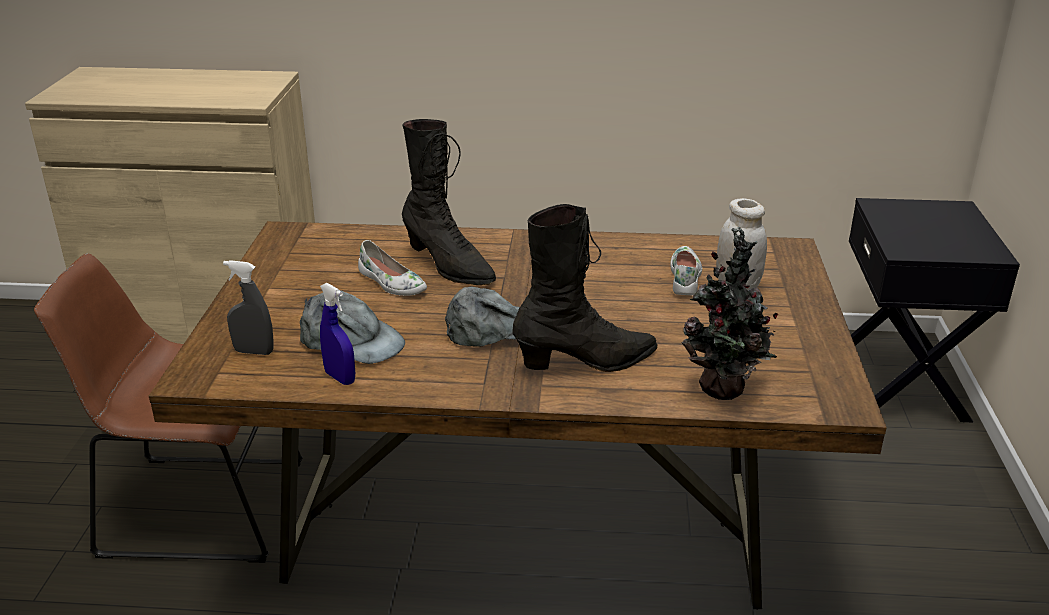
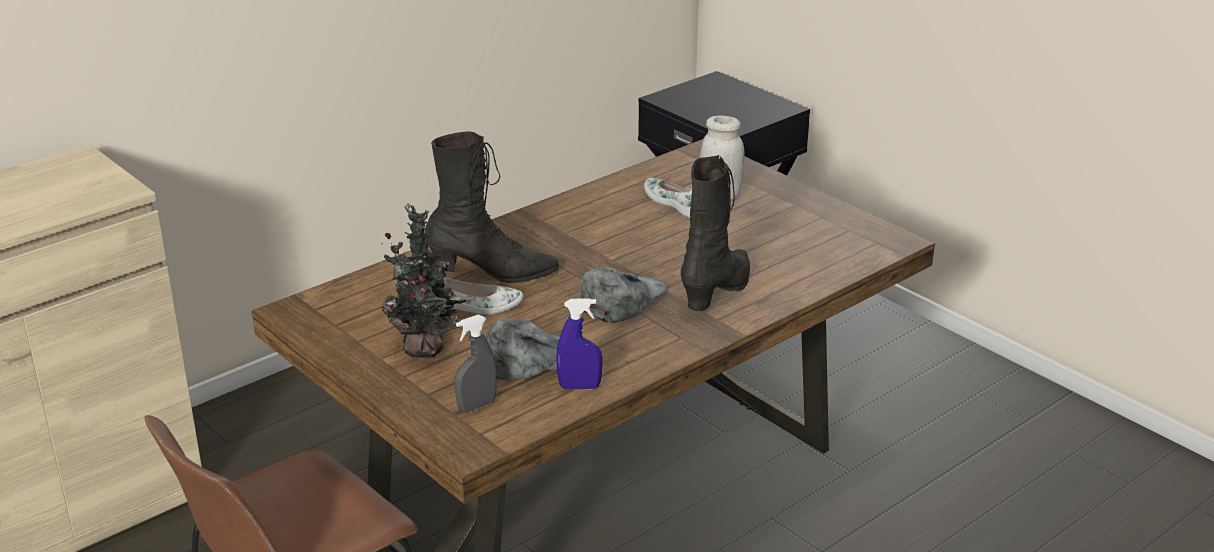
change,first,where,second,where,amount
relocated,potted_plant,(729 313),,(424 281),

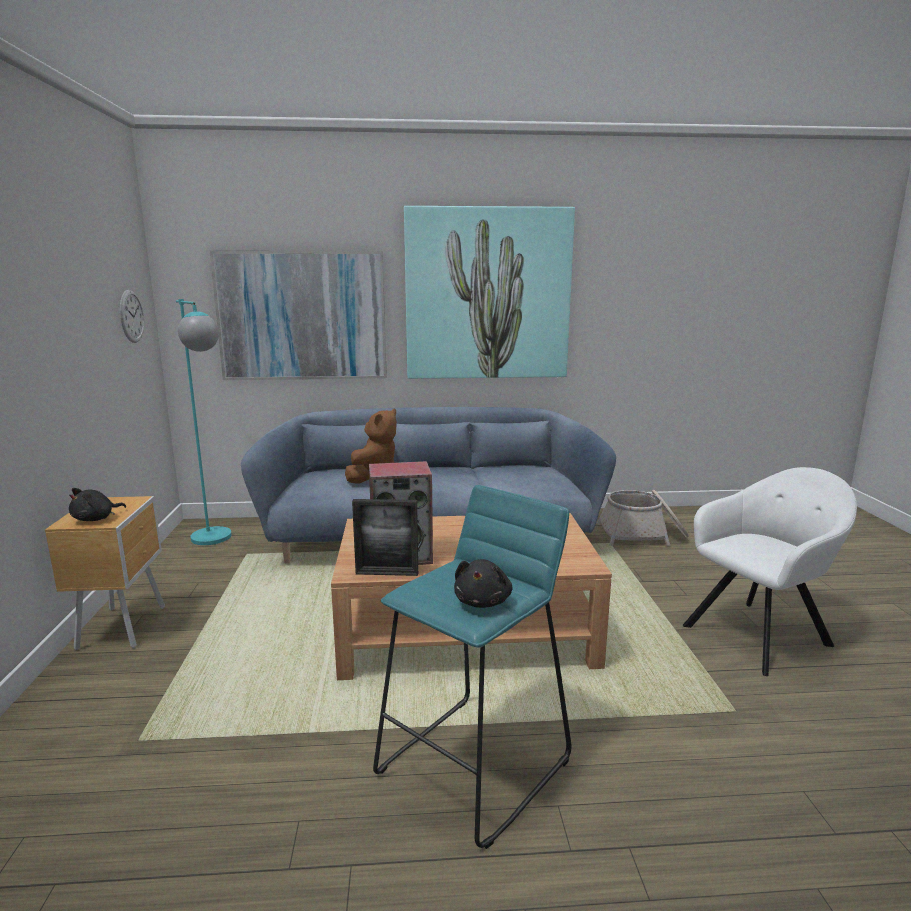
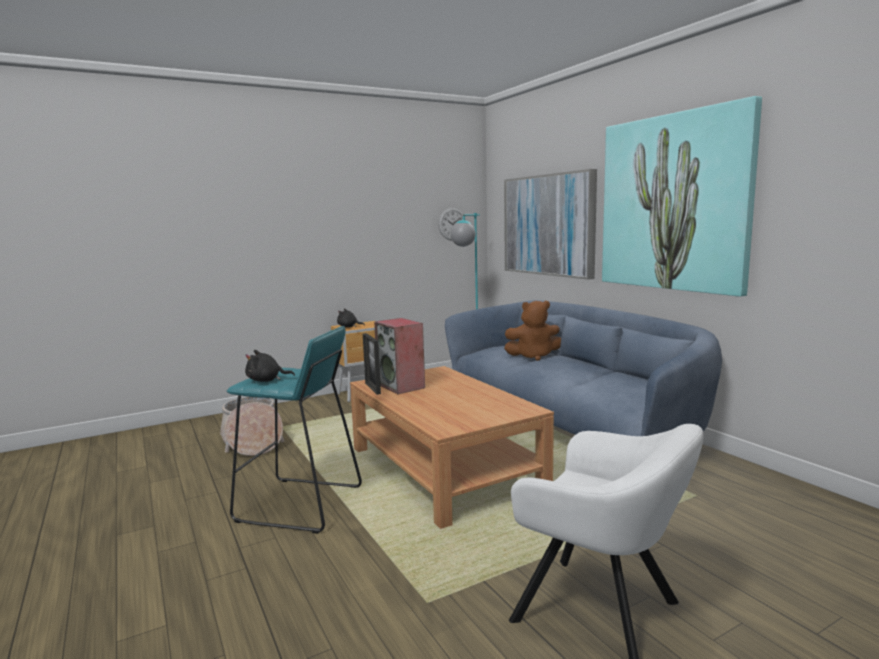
change,first,where,second,where,amount
relocated,household_basket,(643 518),,(252 426),

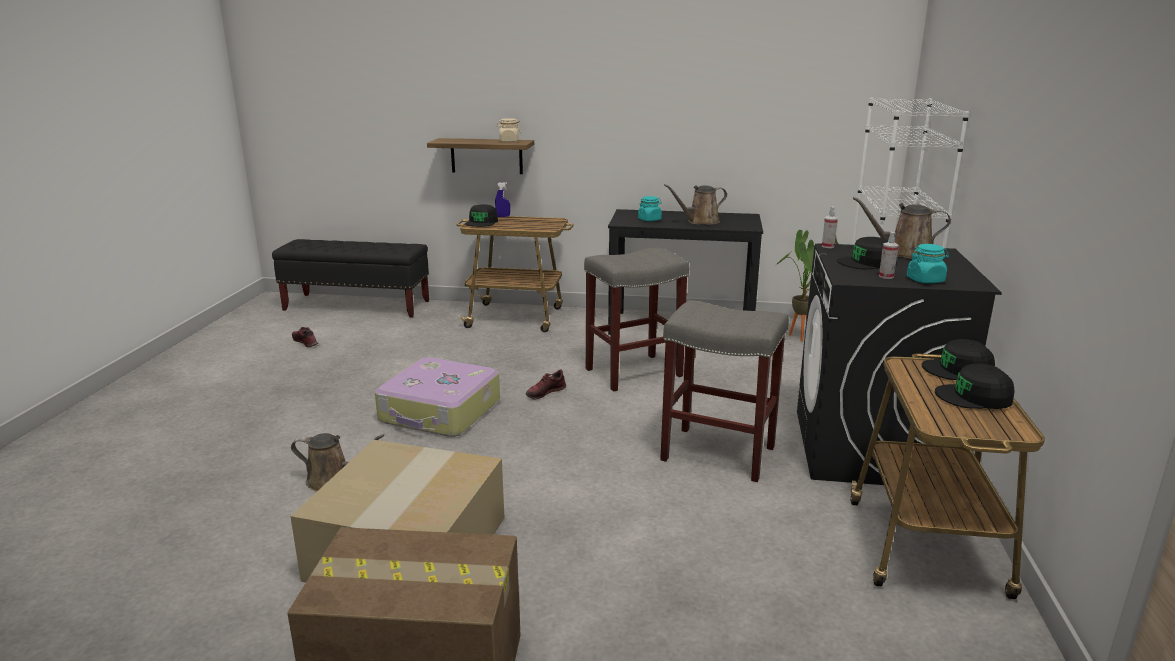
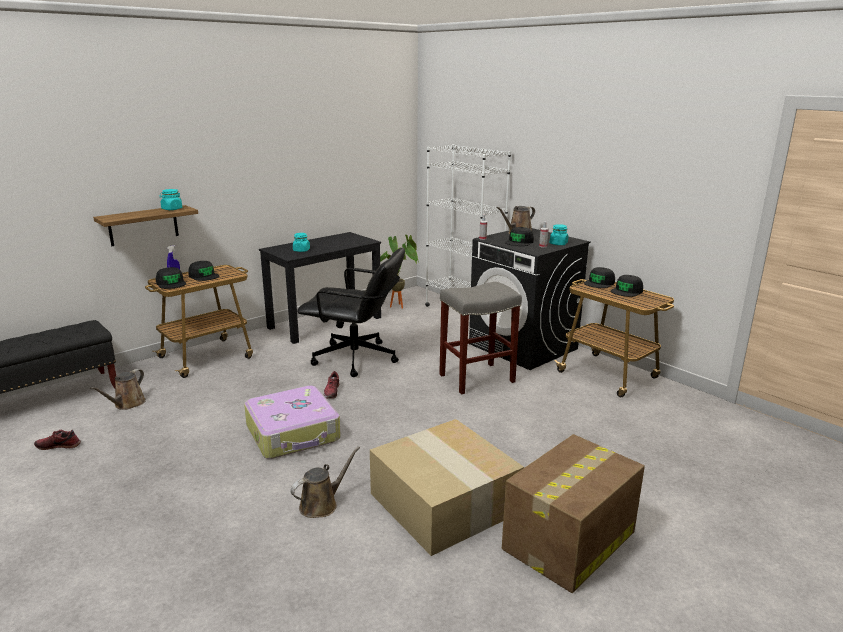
change,first,where,second,where,amount
colour,beige-coloured_storage_jar,(508 130),turquoise_storage_jar,(170 199),
exchanged,gray_sitting_stool,(636 319),blackish_office_chair,(351 312),
relocated,brown-coloured_sprinkling_can,(695 204),,(118 389),
appeared,,,blackish_baseball_cap,(203 271),

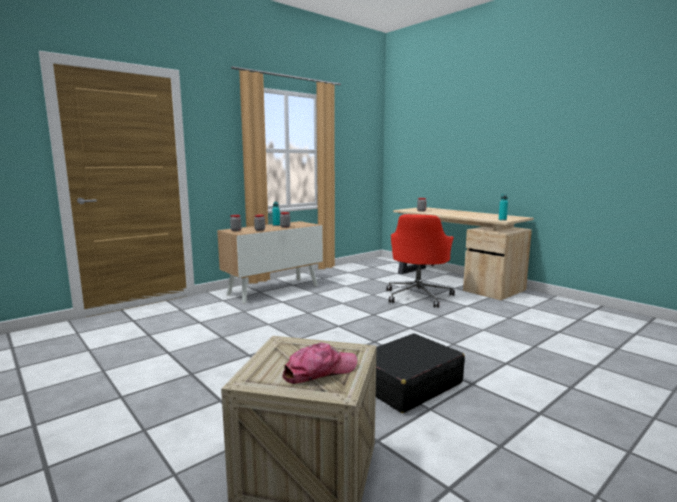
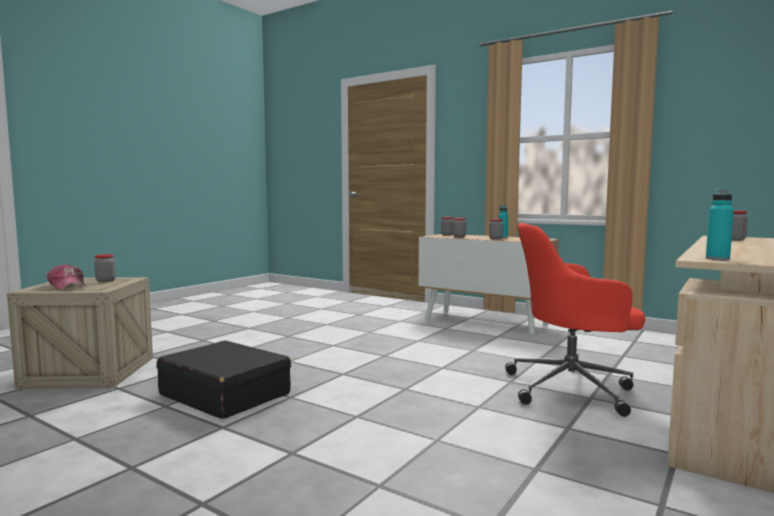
change,first,where,second,where,amount
appeared,,,storage_jar,(105 268),

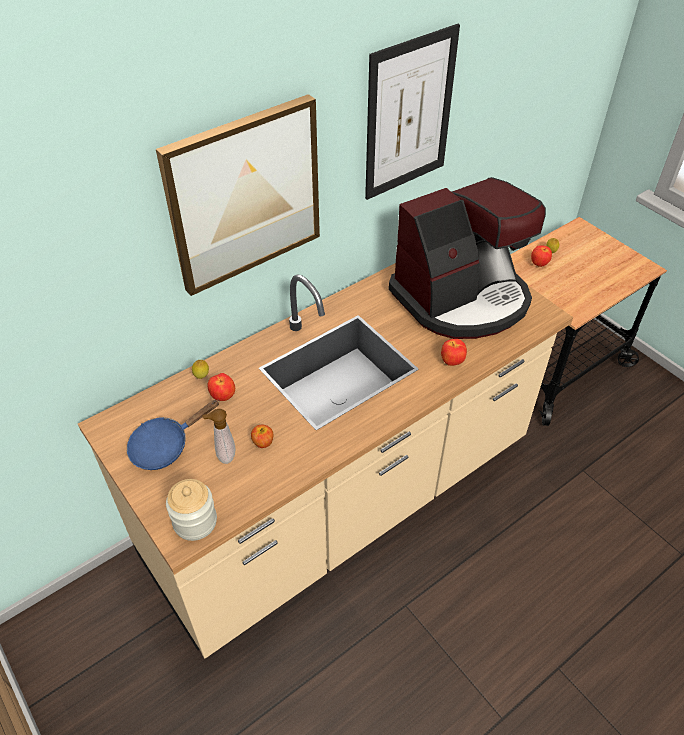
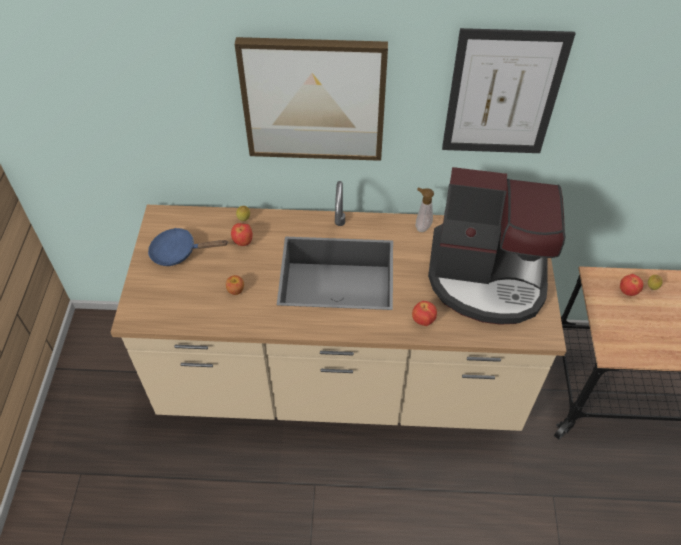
change,first,where,second,where,amount
missing,storage_jar,(191 510),,,
relocated,soap_bottle,(219 436),,(424 209),

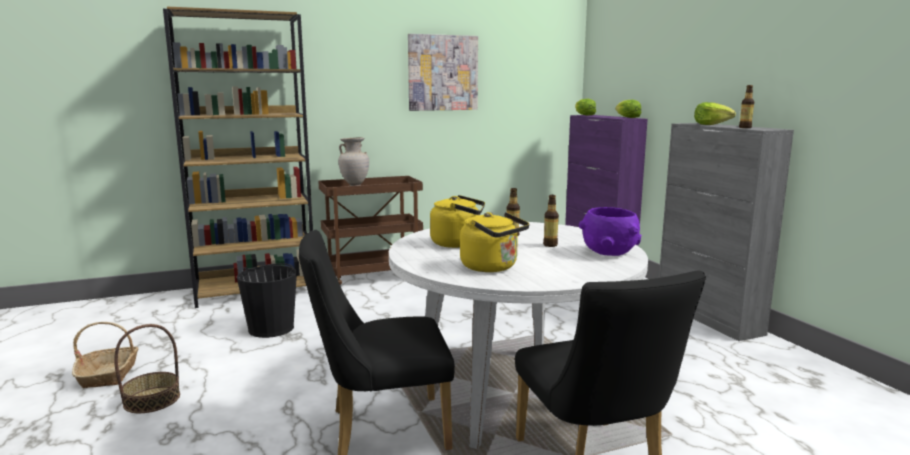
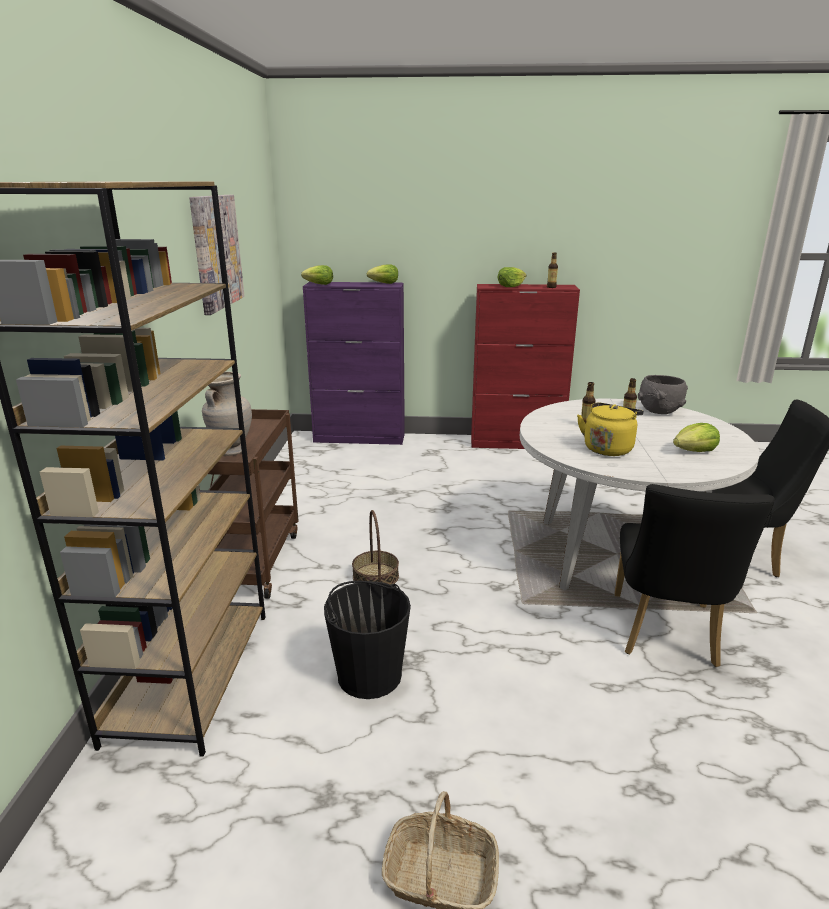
change,first,where,second,where,amount
relocated,household_basket,(147 368),,(375 547),
exchanged,yellowish_water_kettle,(494 242),lettuce,(696 437),
colour,purple_serving_bowl,(610 231),gray_serving_bowl,(663 394),
colour,gray_cupboard,(726 232),reddish_cupboard,(525 366),

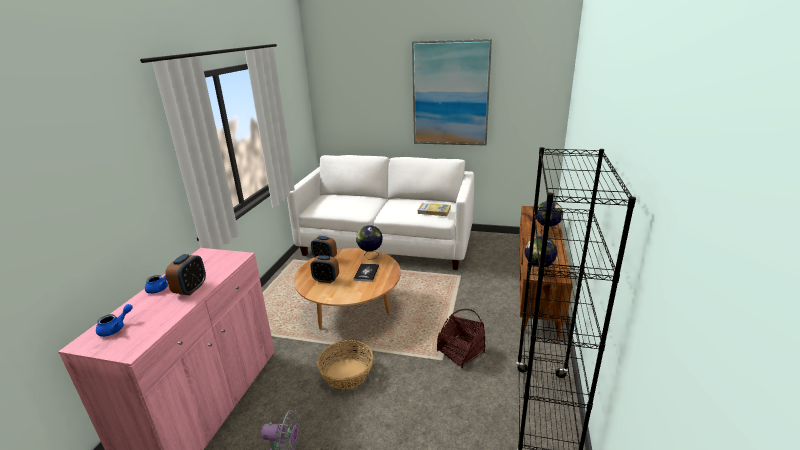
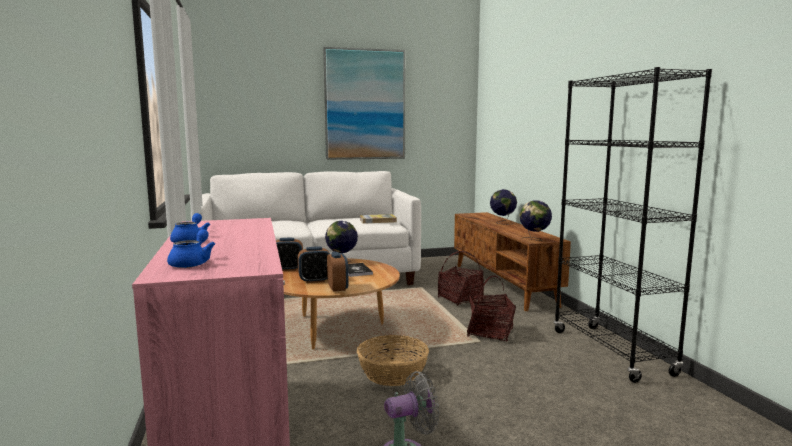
change,first,where,second,where,amount
relocated,table_clock,(185 274),,(338 272),
appeared,,,household_basket,(461 278),

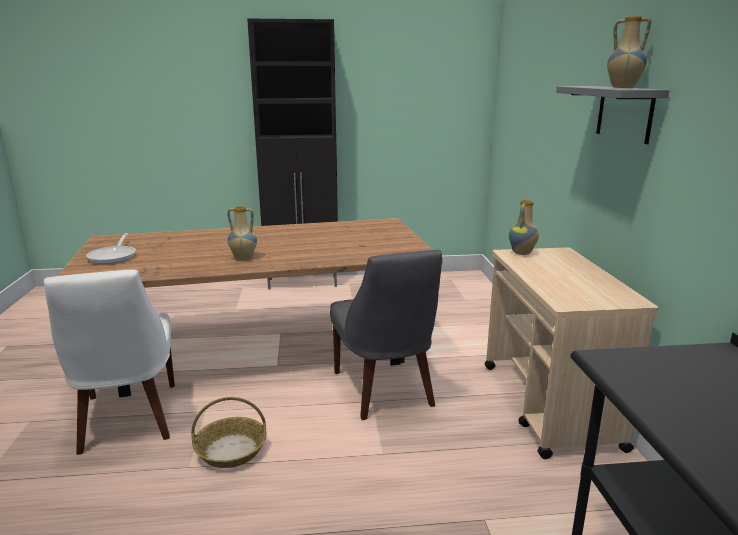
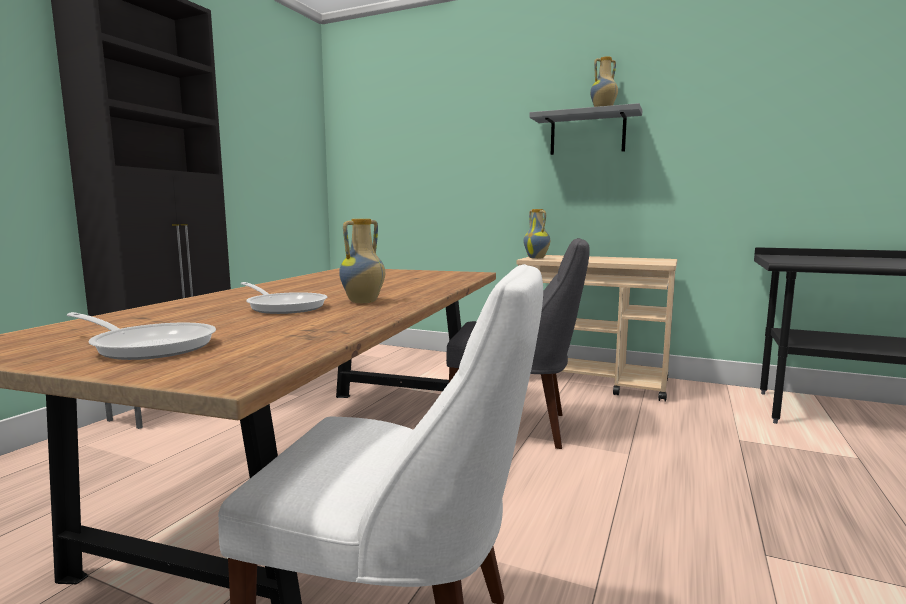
change,first,where,second,where,amount
missing,household_basket,(229 432),,,
appeared,,,frying_pan,(284 298),

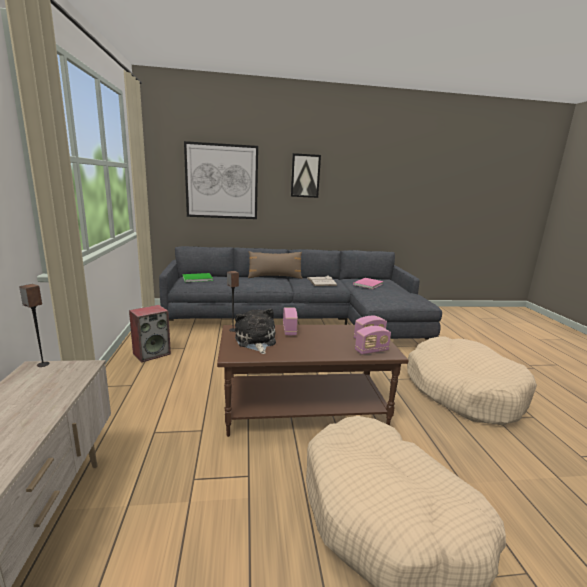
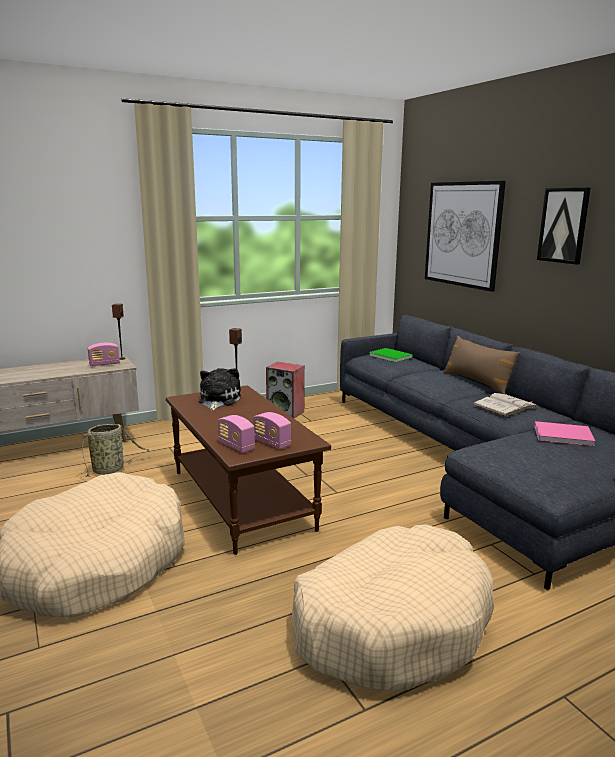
change,first,where,second,where,amount
spun,plush_toy,(255 331),,(219 389),45 degrees counterclockwise
relocated,radio,(290 321),,(104 355),
appeared,,,household_basket,(112 450),

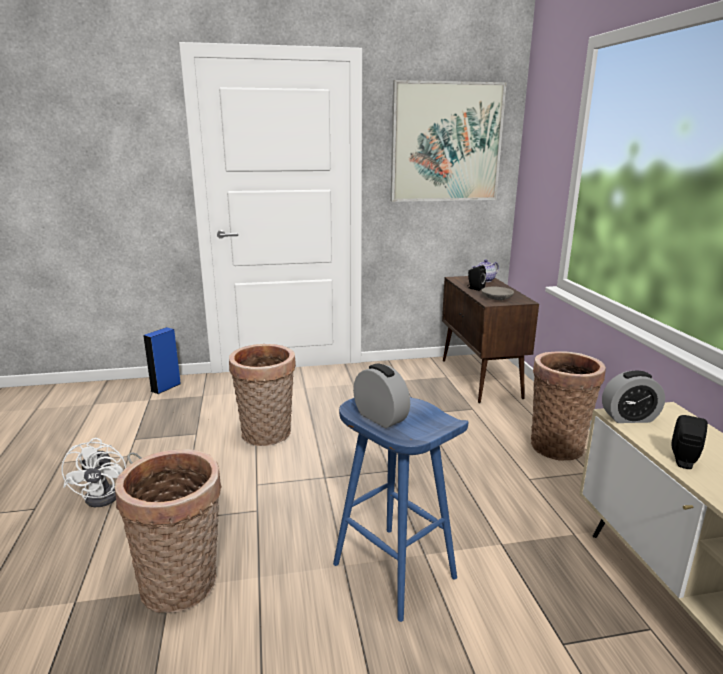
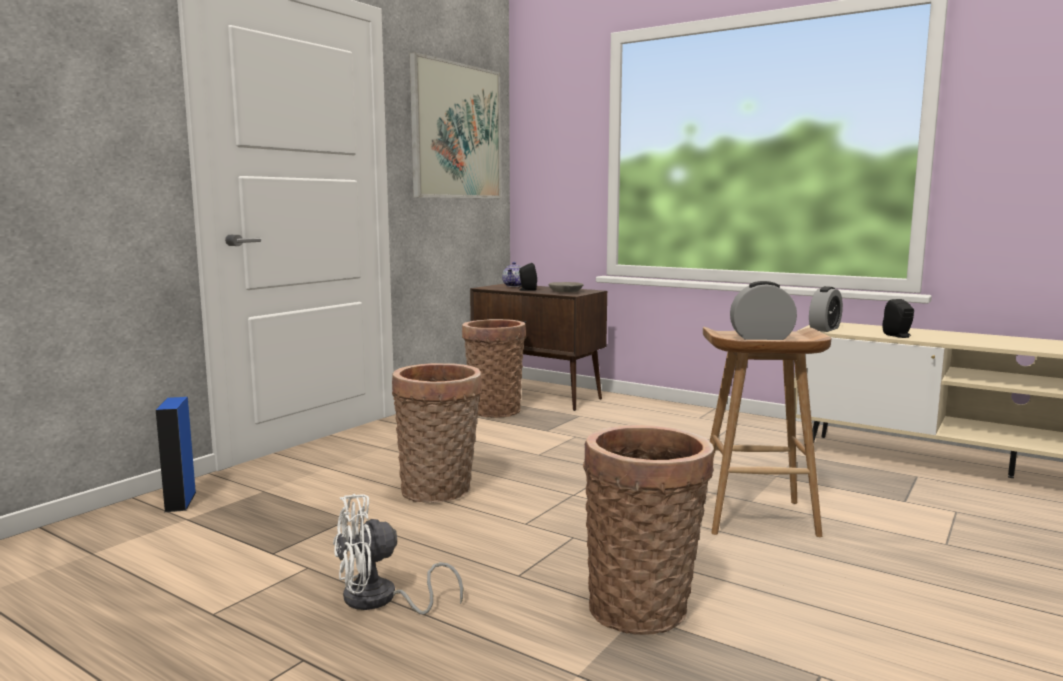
change,first,where,second,where,amount
spun,white-coloured_electric_fan,(102 472),,(398 554),120 degrees clockwise
colour,bluish_sitting_stool,(400 509),brown-coloured_sitting_stool,(767 432),
relocated,household_basket,(568 406),,(494 368),

